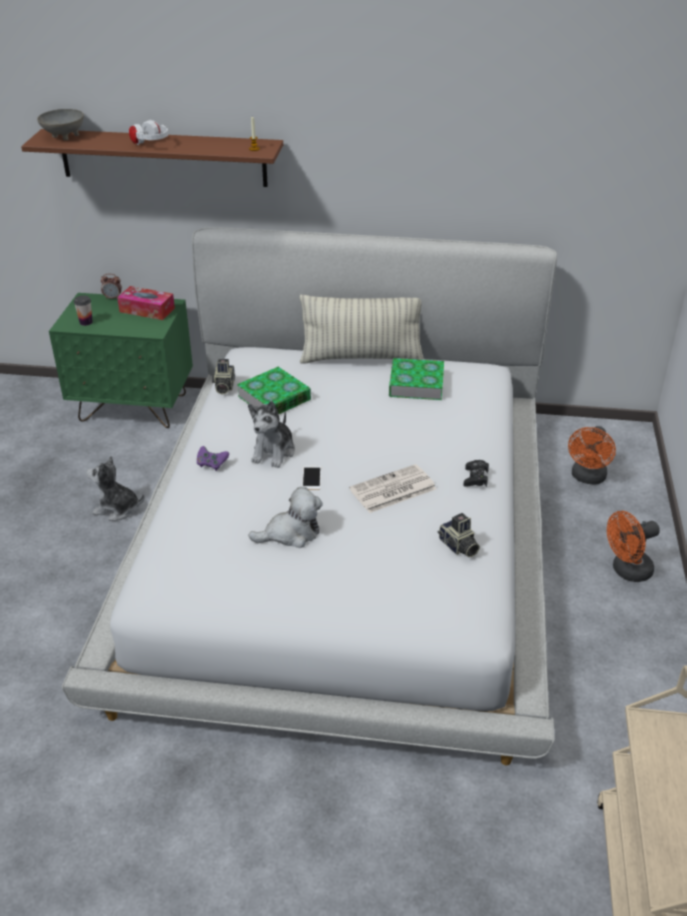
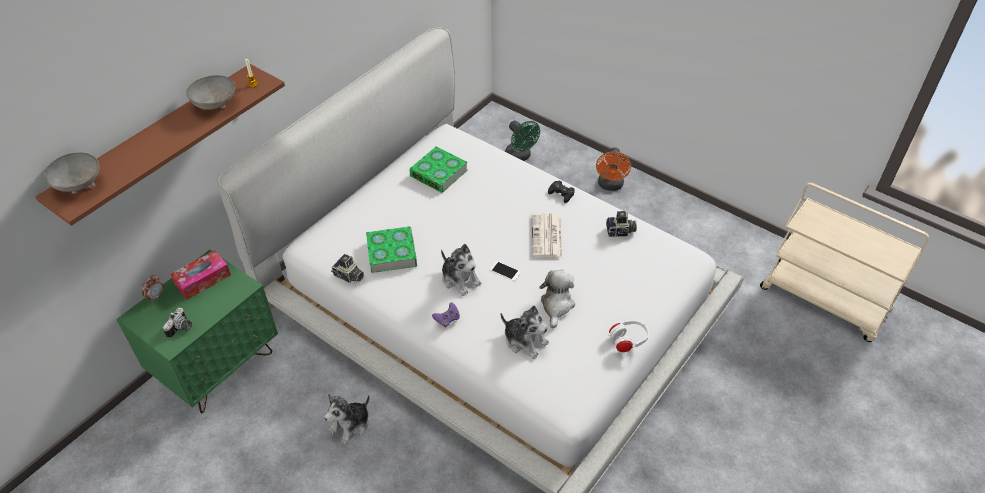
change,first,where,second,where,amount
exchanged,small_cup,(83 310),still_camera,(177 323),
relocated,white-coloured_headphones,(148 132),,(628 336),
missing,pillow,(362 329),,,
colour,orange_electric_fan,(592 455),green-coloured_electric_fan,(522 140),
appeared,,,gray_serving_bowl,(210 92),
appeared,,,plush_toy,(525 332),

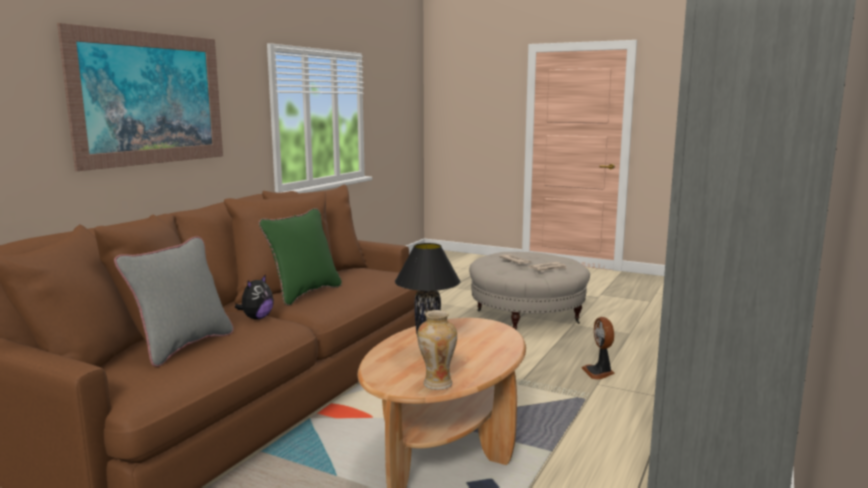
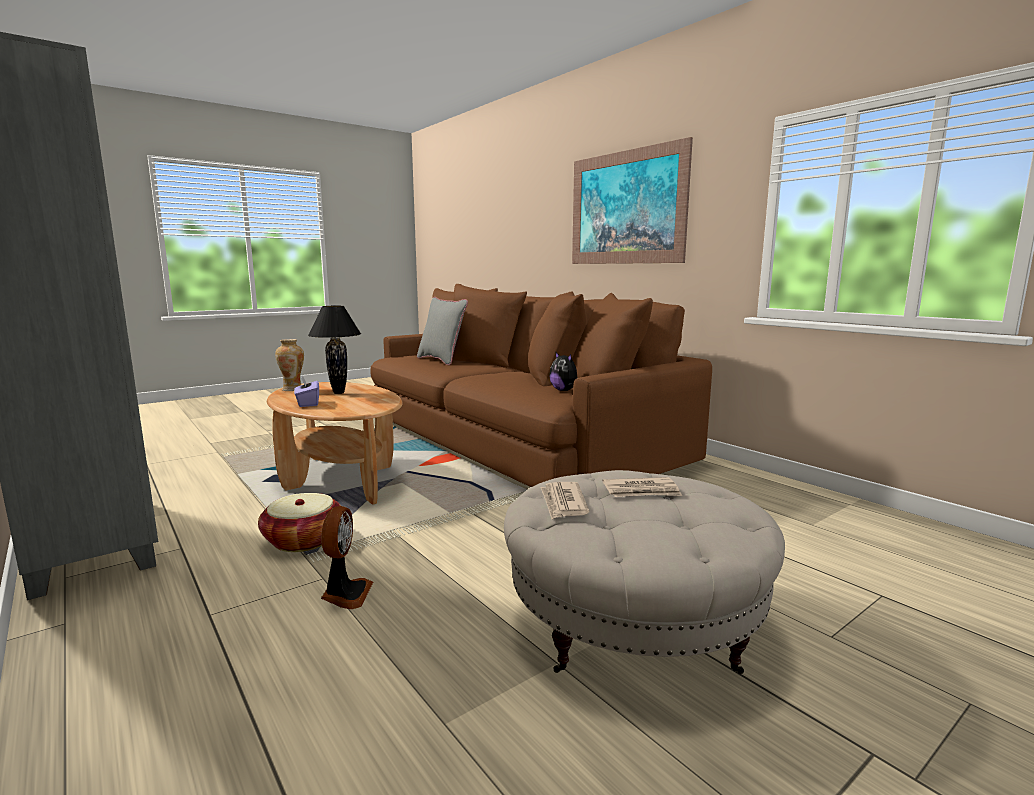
change,first,where,second,where,amount
relocated,plush_toy,(254 297),,(563 371),
missing,green-coloured_pillow,(300 257),,,
spun,electric_fan,(598 348),,(347 557),75 degrees clockwise
appeared,,,household_basket,(299 522),
appeared,,,purple_box_of_tissues,(306 391),

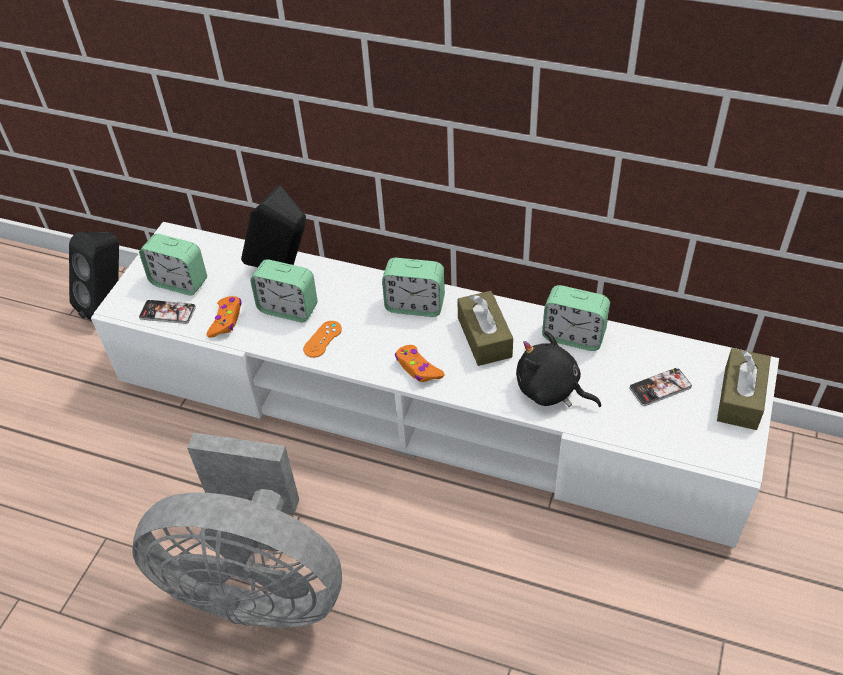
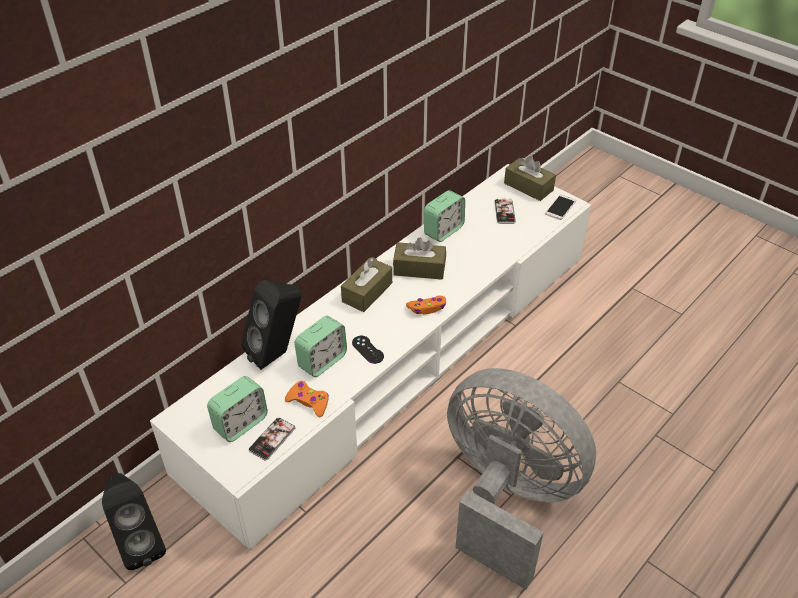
change,first,where,second,where,amount
spun,gray_electric_fan,(237 530),,(521 479),90 degrees counterclockwise
colour,orange_joypad,(322 339),blackish_joypad,(368 350),
exchanged,table_clock,(413 287),brown-coloured_box_of_tissues,(366 284),
missing,blackish_plush_toy,(558 369),,,
appeared,,,telephone,(560 207),

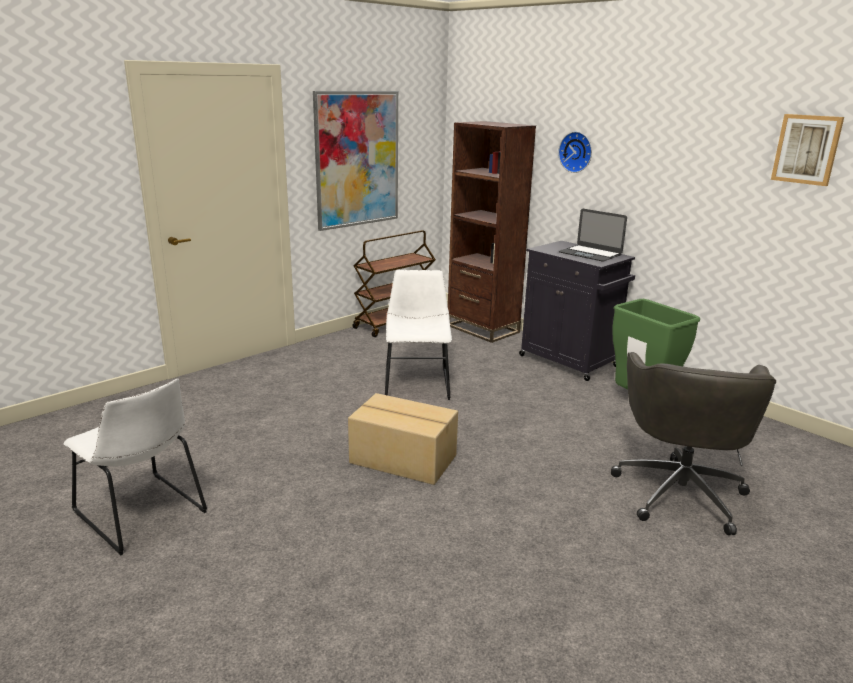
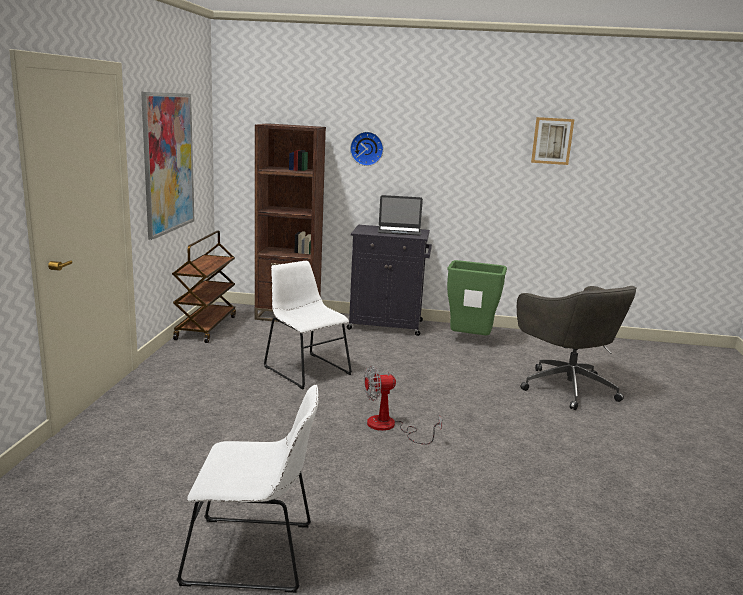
change,first,where,second,where,amount
exchanged,carton,(403 439),electric_fan,(403 405),

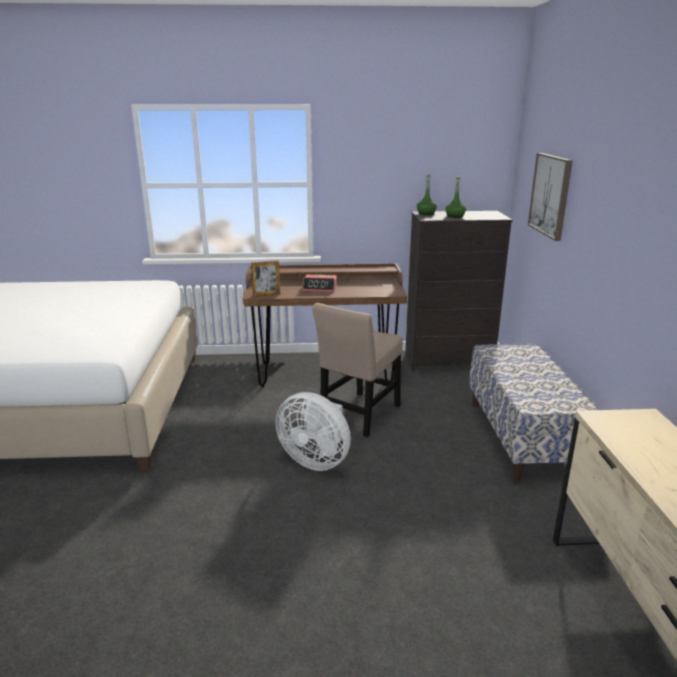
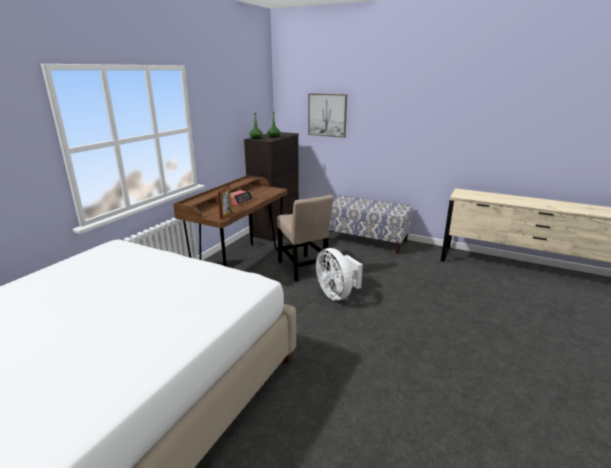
change,first,where,second,where,amount
spun,white-coloured_electric_fan,(313 431),,(339 274),90 degrees clockwise

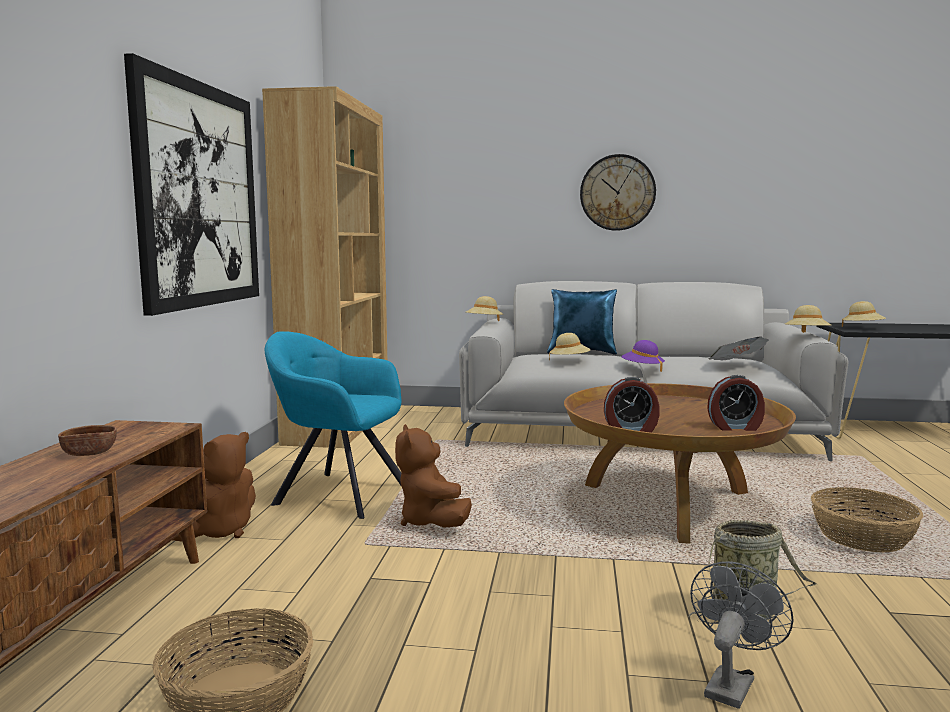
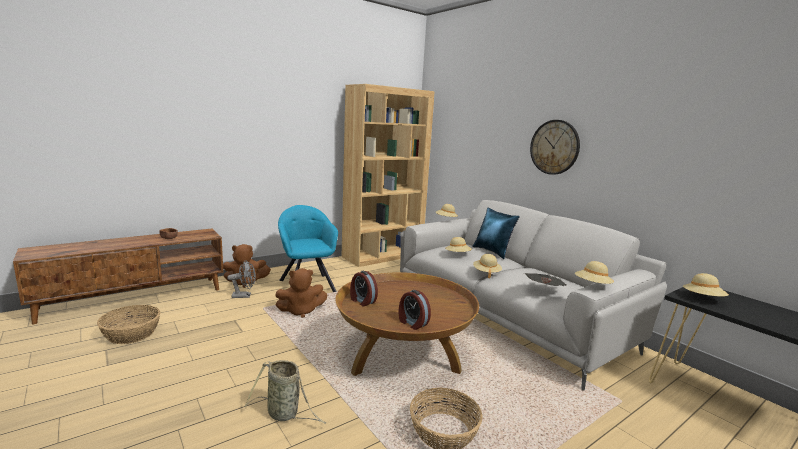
change,first,where,second,where,amount
missing,wall_picture,(191 184),,,
spun,brown-coloured_plush_toy,(433 475),,(301 293),135 degrees counterclockwise
colour,purple_hat,(643 356),beige-coloured_hat,(487 266),
relocated,gray_electric_fan,(742 635),,(241 279),

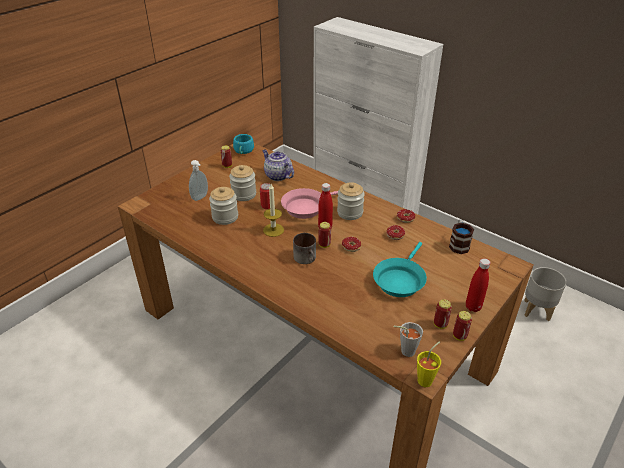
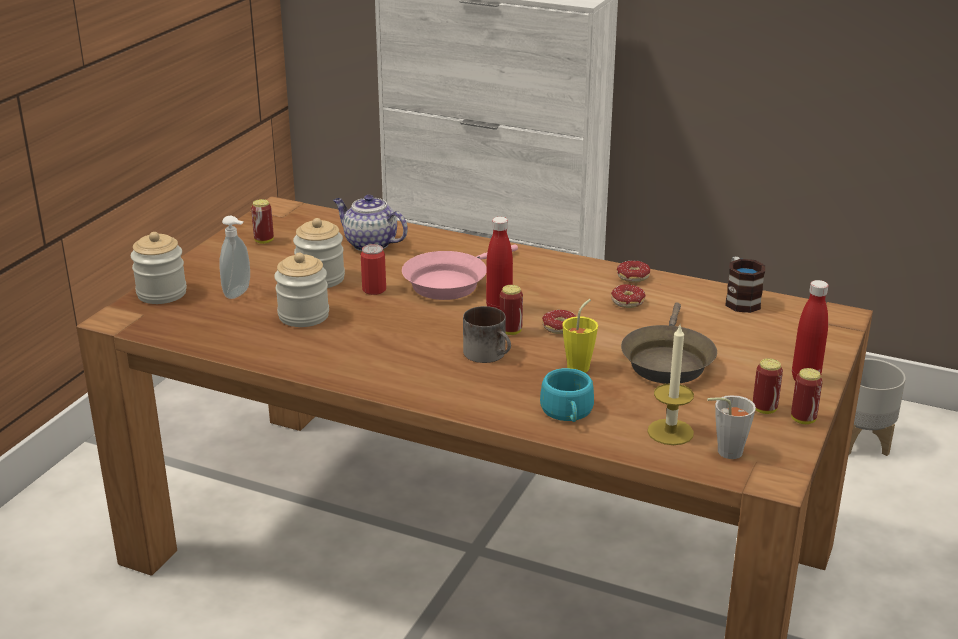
change,first,where,second,where,amount
relocated,turquoise_small_cup,(243 144),,(567 395),
relocated,wax_light,(273 210),,(671 384),
relocated,storage_jar,(351 201),,(159 268),
colour,turquoise_frying_pan,(400 269),brown-coloured_frying_pan,(669 343),
relocated,yellowish_small_cup,(429 364),,(580 336),

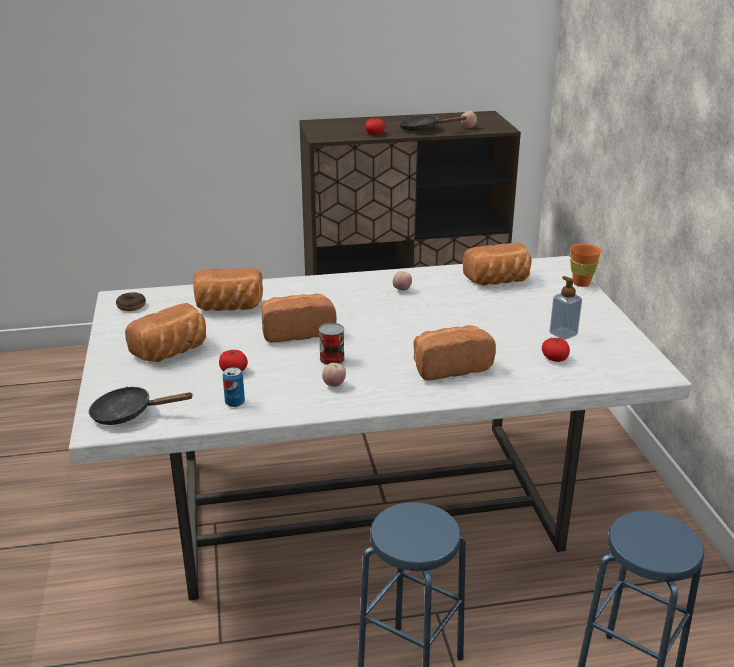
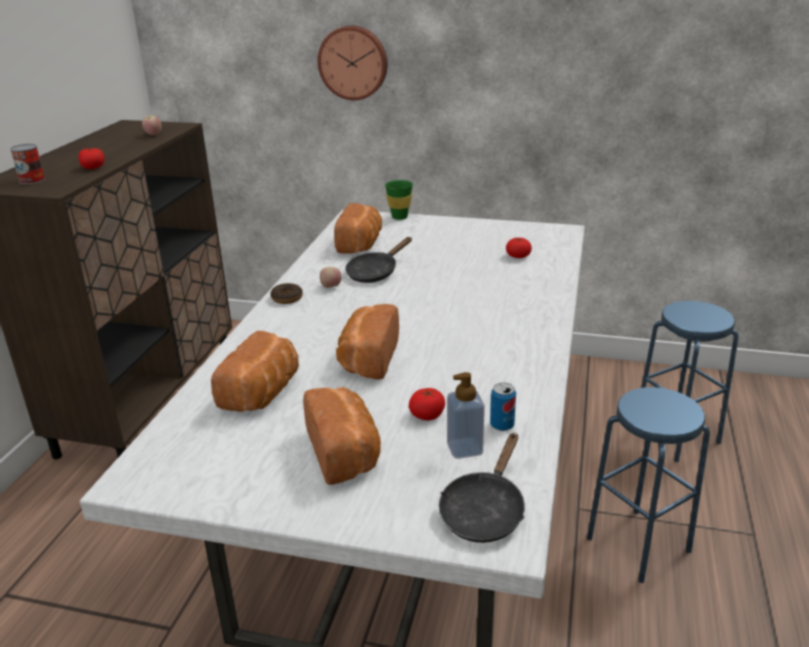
change,first,where,second,where,amount
relocated,donut,(131 301),,(286 293),
relocated,can,(332 344),,(27 164),
missing,apple_fruit,(334 375),,,
relocated,blackish_frying_pan,(433 123),,(378 260),
missing,baked_bread,(454 352),,,
relocated,soap_bottle,(565 308),,(466 415),
colour,orange_small_cup,(585 265),green-coloured_small_cup,(399 200),
appeared,,,wall_clock,(353 63),

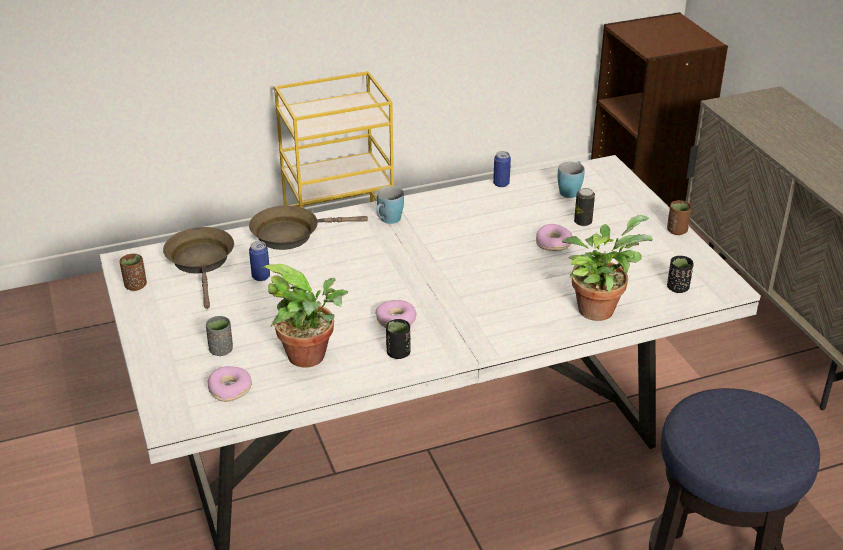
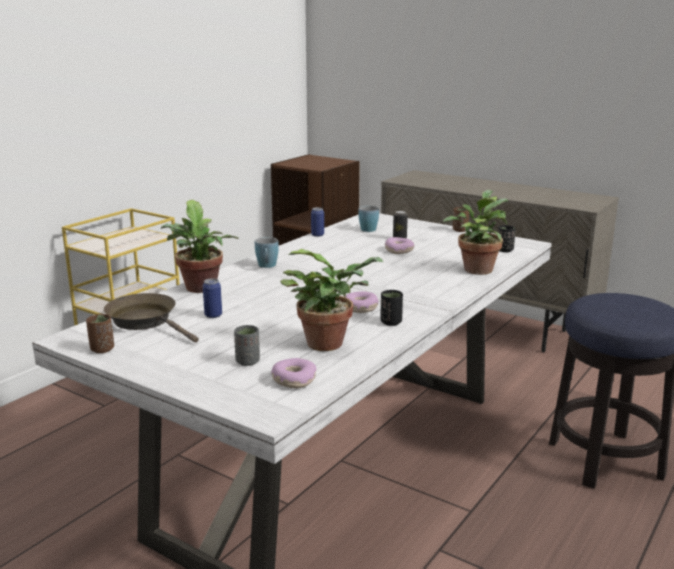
change,first,where,second,where,amount
exchanged,brown-coloured_frying_pan,(308 228),potted_plant,(200 246),

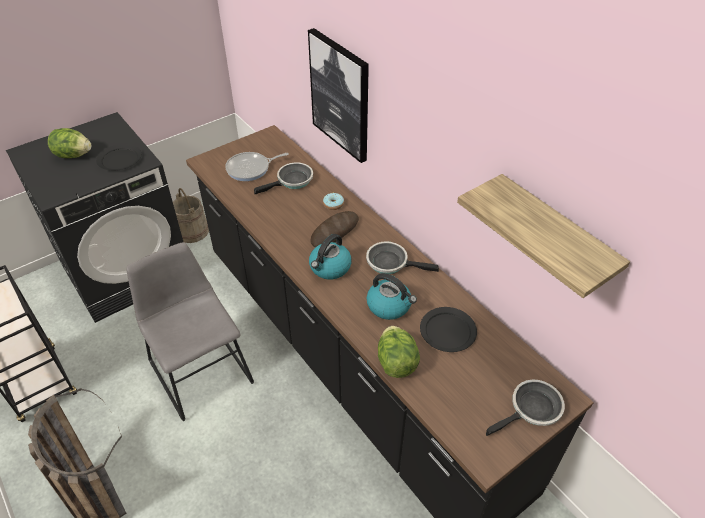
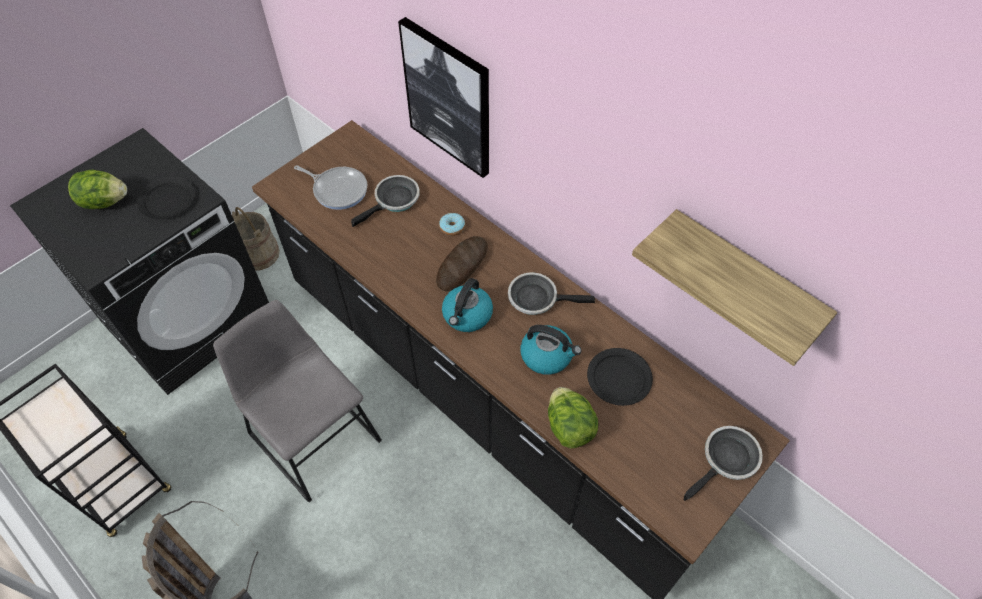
change,first,where,second,where,amount
spun,frying_pan,(257 166),,(330 187),120 degrees counterclockwise

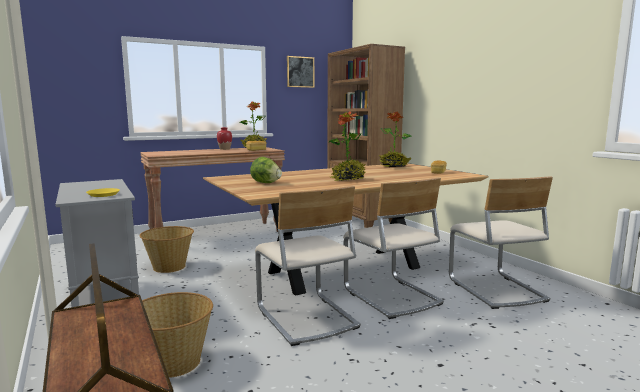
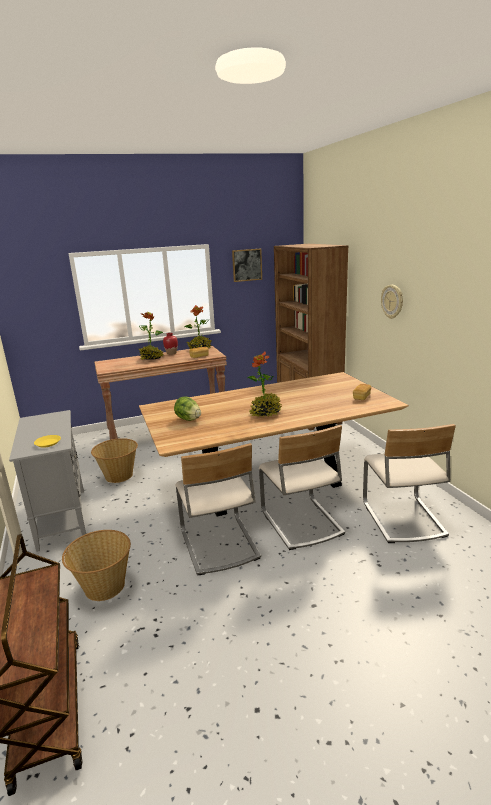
change,first,where,second,where,amount
relocated,potted_plant,(395 139),,(151 336),
appeared,,,wall_clock,(392 302),

